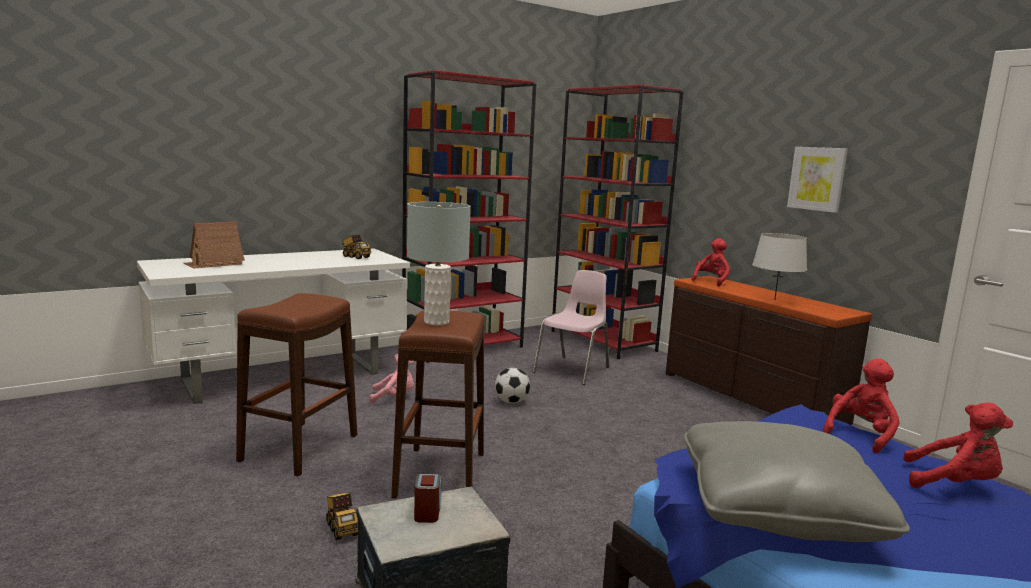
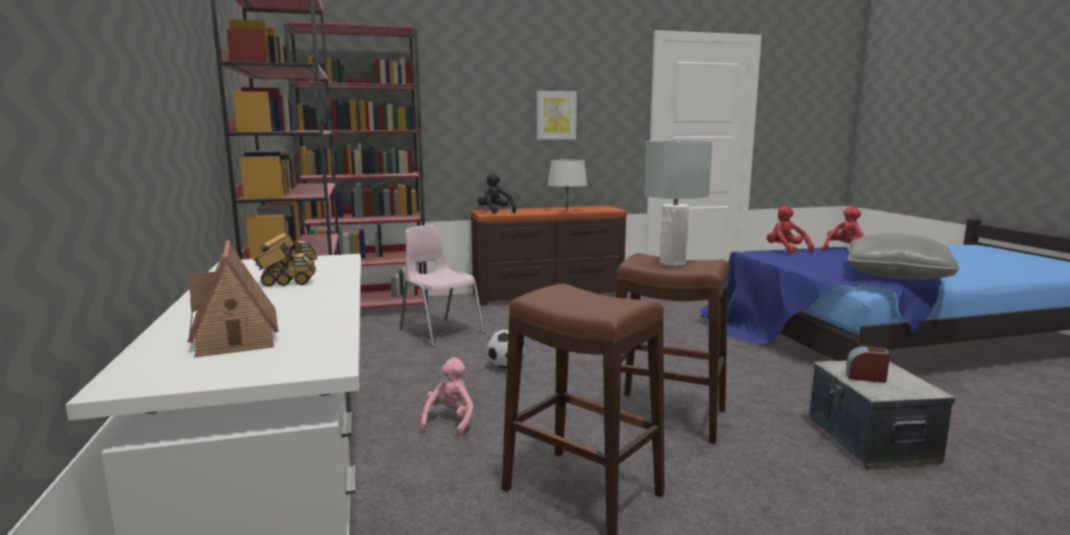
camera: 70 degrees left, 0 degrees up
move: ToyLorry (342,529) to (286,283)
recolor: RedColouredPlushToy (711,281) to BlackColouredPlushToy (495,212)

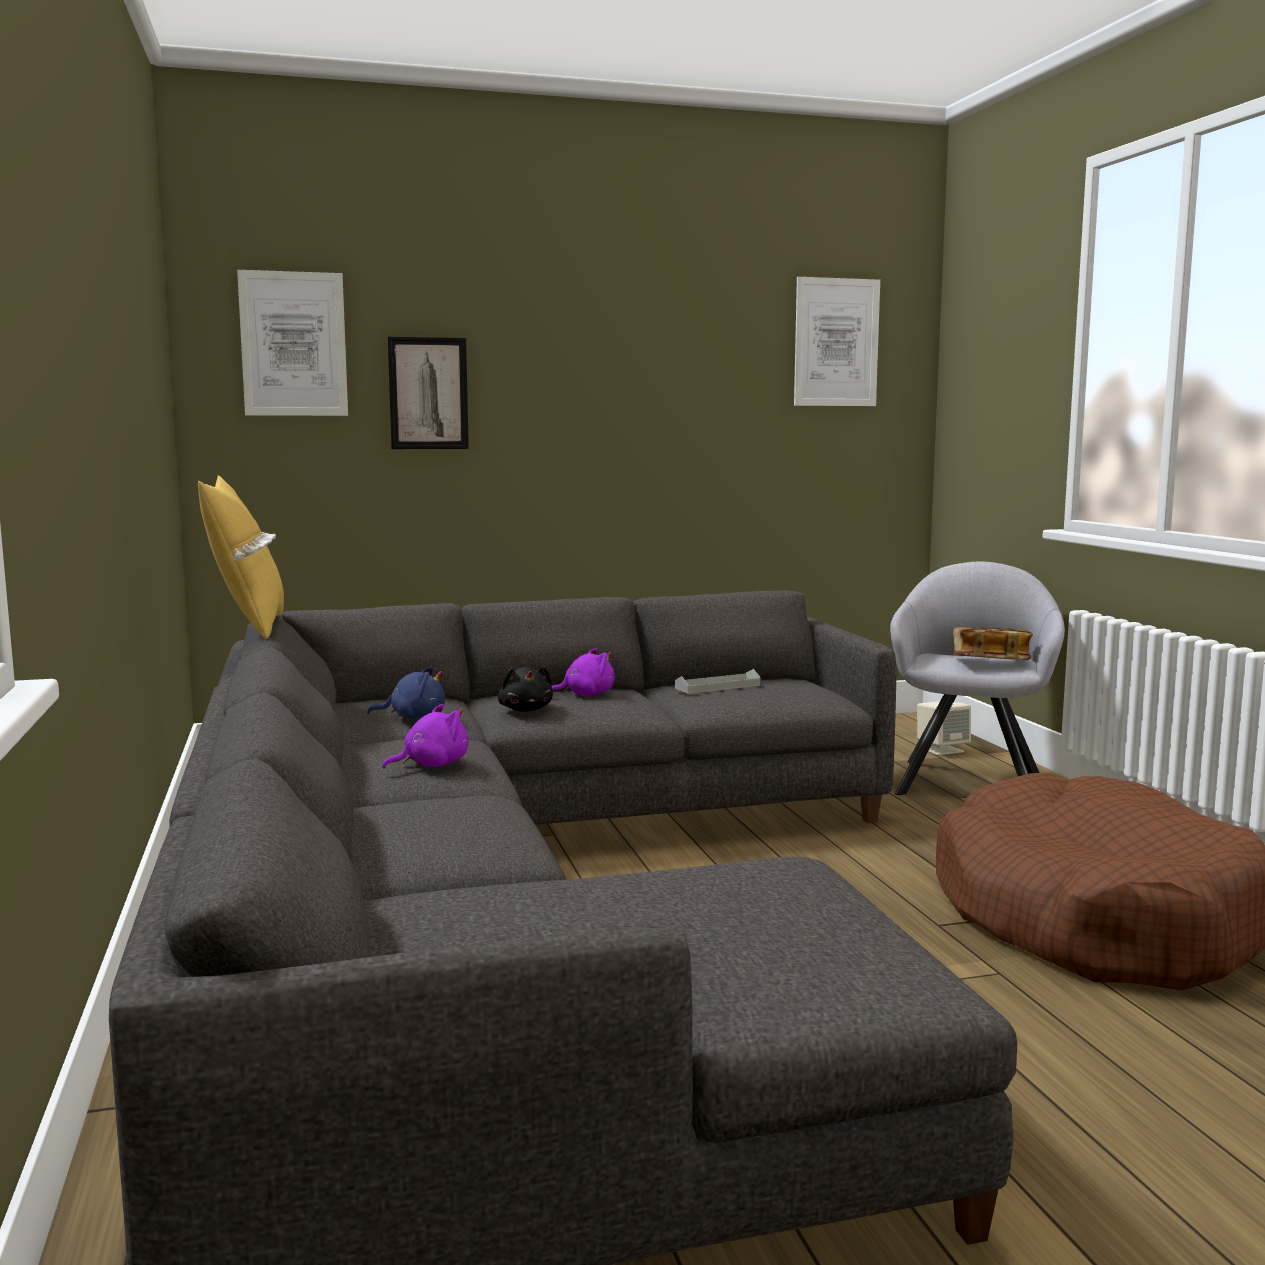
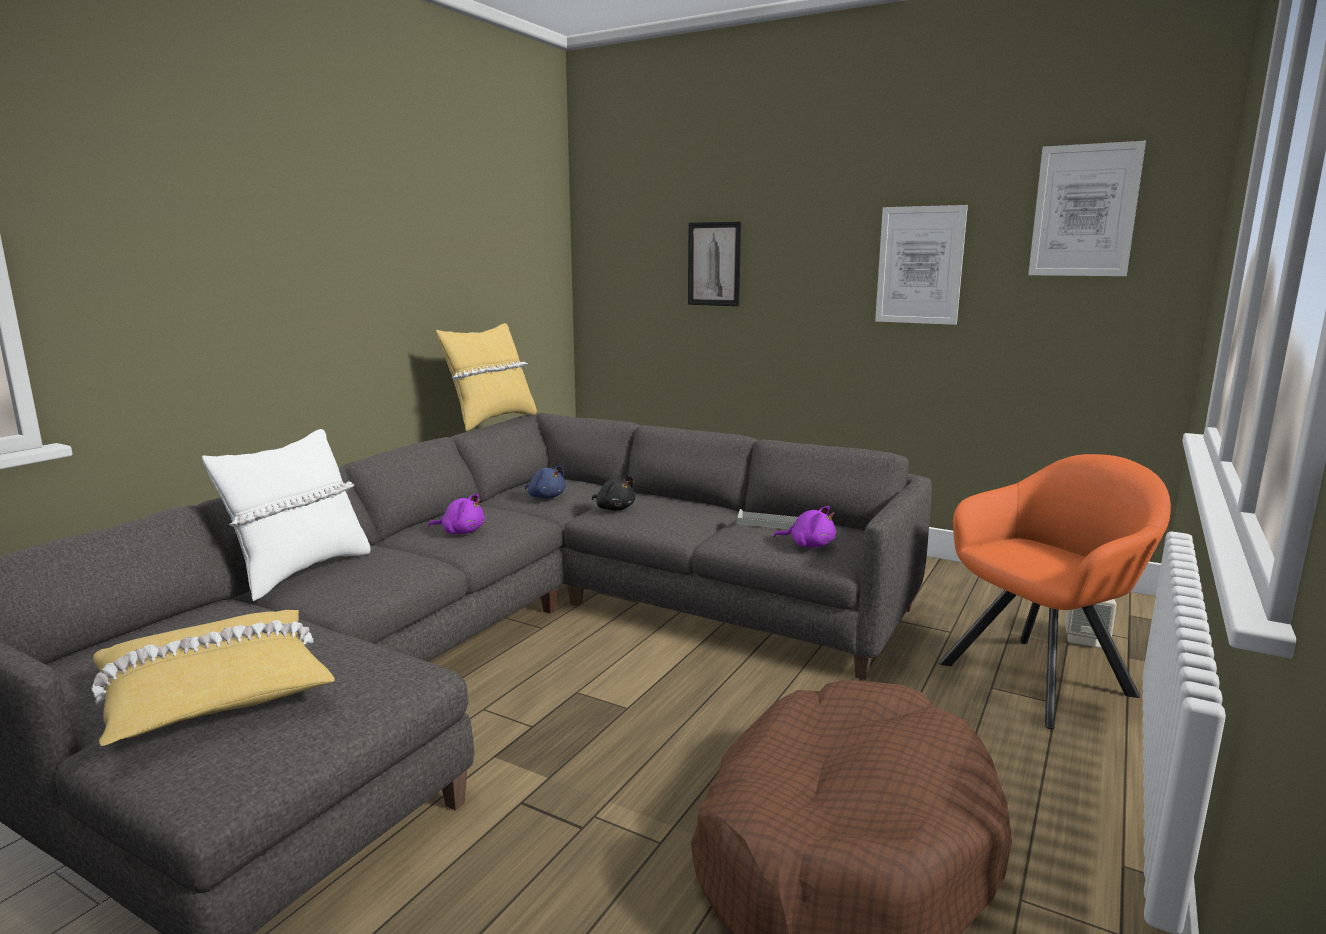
camera: 45 degrees right, 5 degrees up
delete: Volume (990,662)
insert: YellowColouredCushion (215,691); WhiteCushion (300,571)
move: PurplishPlushToy (585,695) to (809,545); WallPicture (293,344) to (919,265)
recolor: GreyishArmchair (970,780) to OrangeColouredArmchair (1043,677)
rotate: BlackColouredPlushToy (526,710) = (614,508) 75 degrees counterclockwise

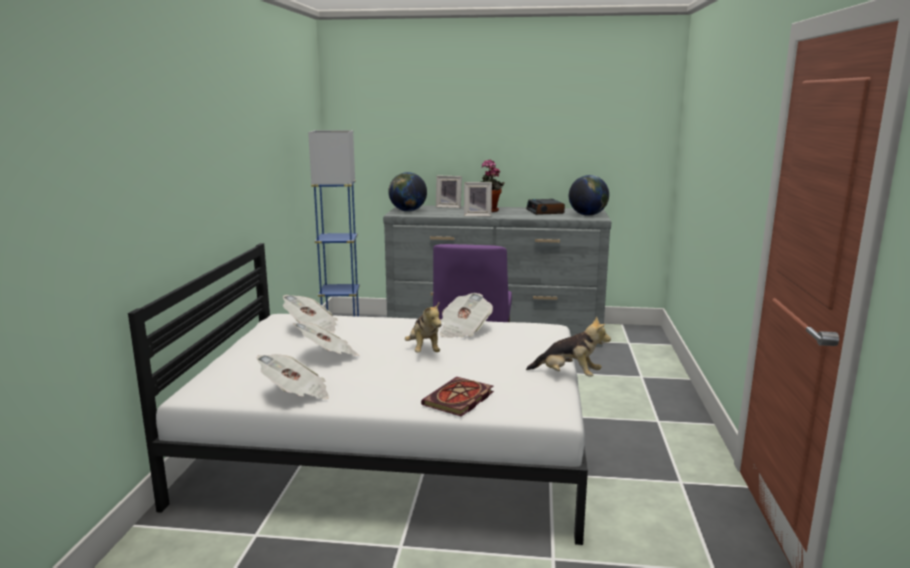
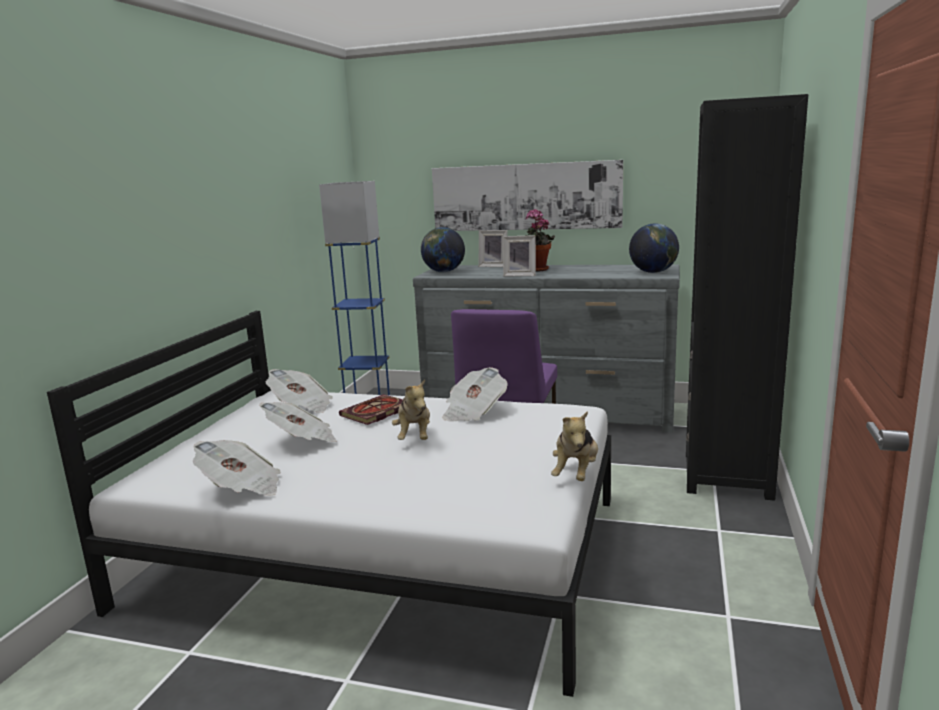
camera: 10 degrees right, 0 degrees up
delete: AlarmClock (545,211)
insert: WallPicture (525,197); BlackColouredShelvingUnit (727,475)
move: Volume (458,400) to (375,413)
rotate: PlushToy (568,375) = (576,474) 75 degrees clockwise

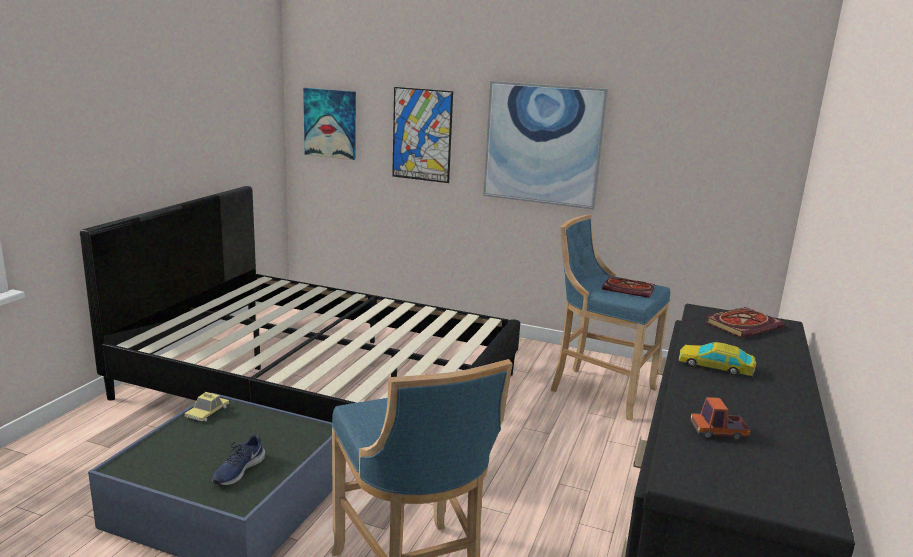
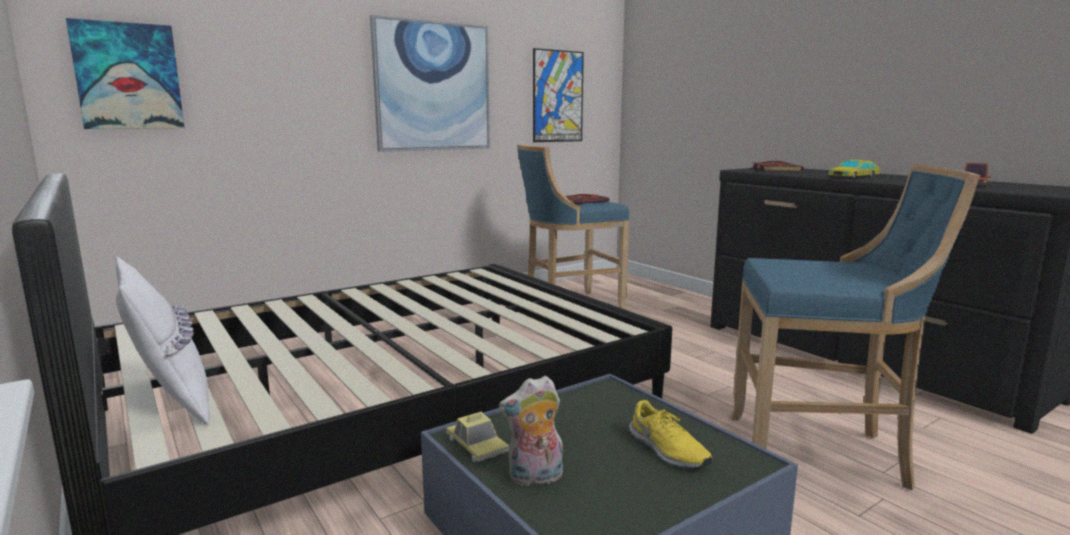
camera: 55 degrees left, 5 degrees down
insert: WhiteCushion (171,402); PlushToy (535,478)
move: WallPicture (422,135) to (558,96)
recolor: BluishLowShoe (238,470) to YellowColouredLowShoe (667,451)

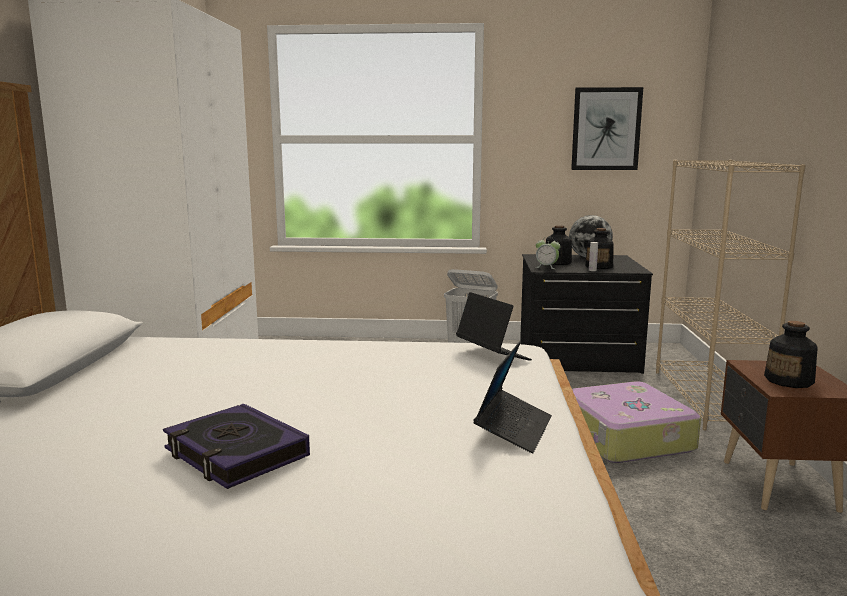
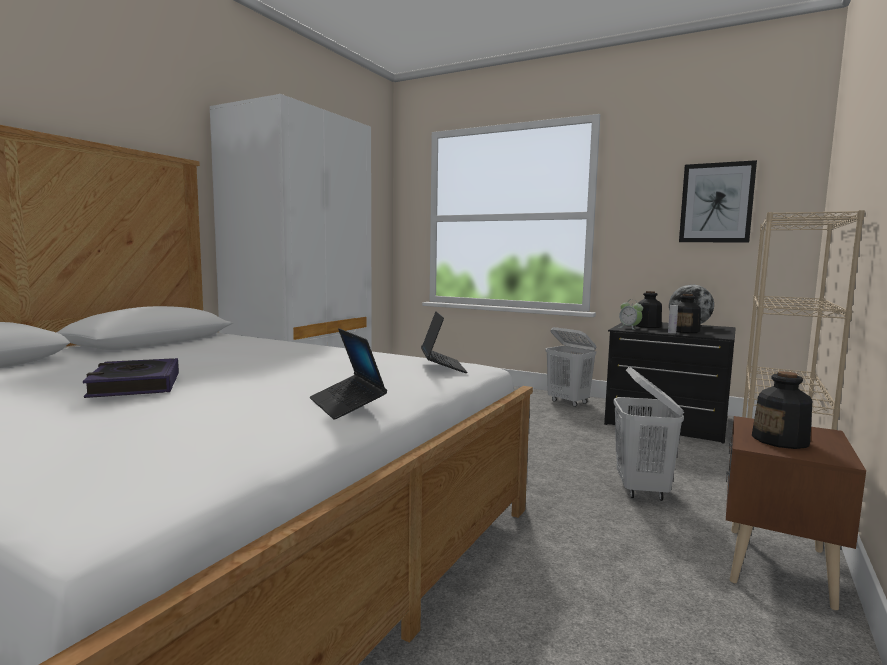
camera: 25 degrees right, 5 degrees down
replace: Suitcase (625,438) to WhiteHamper (641,489)
rotate: NotebookComputer (513,429) = (347,405) 105 degrees clockwise

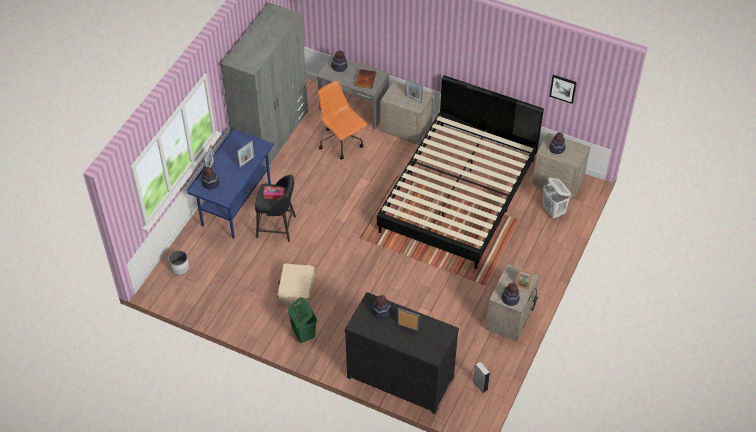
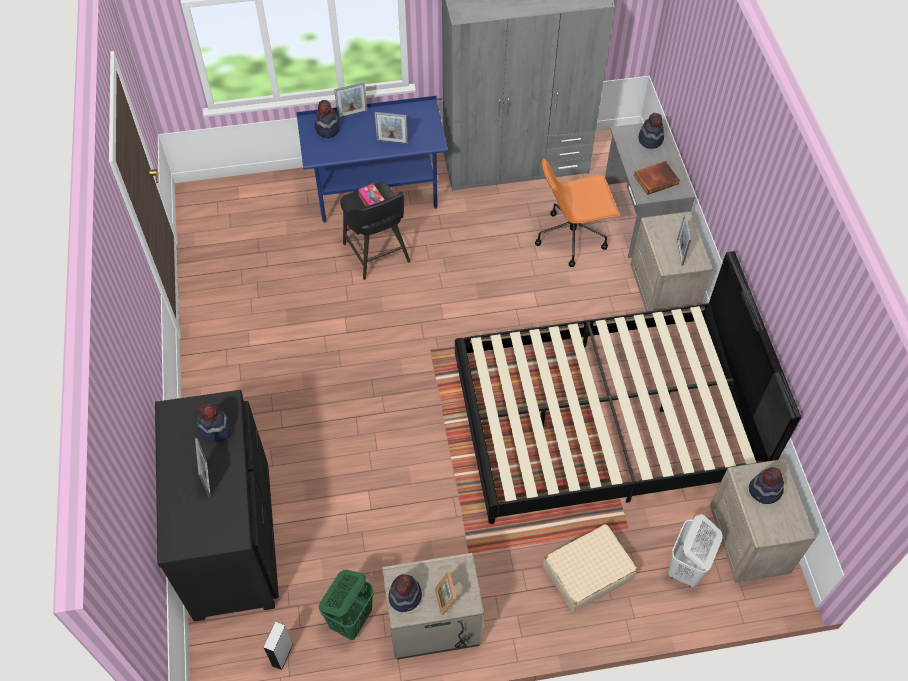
camera: 55 degrees right, 5 degrees up
delete: WhitePlanter (180,268); WallPicture (563,88)
move: GreenColouredHamper (303,334) to (351,619); SandColouredSuitcase (296,289) to (587,572)
rotate: OrangeColouredDeskChair (341,143) = (572,237) 120 degrees counterclockwise

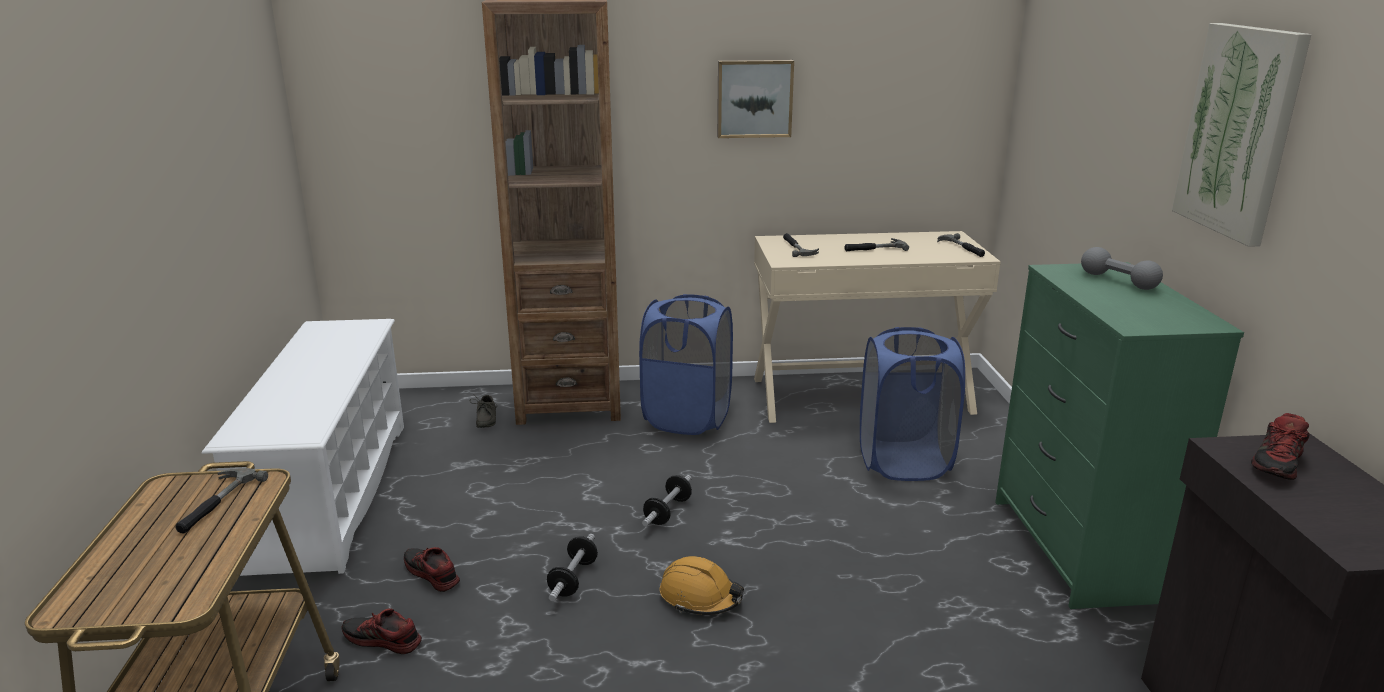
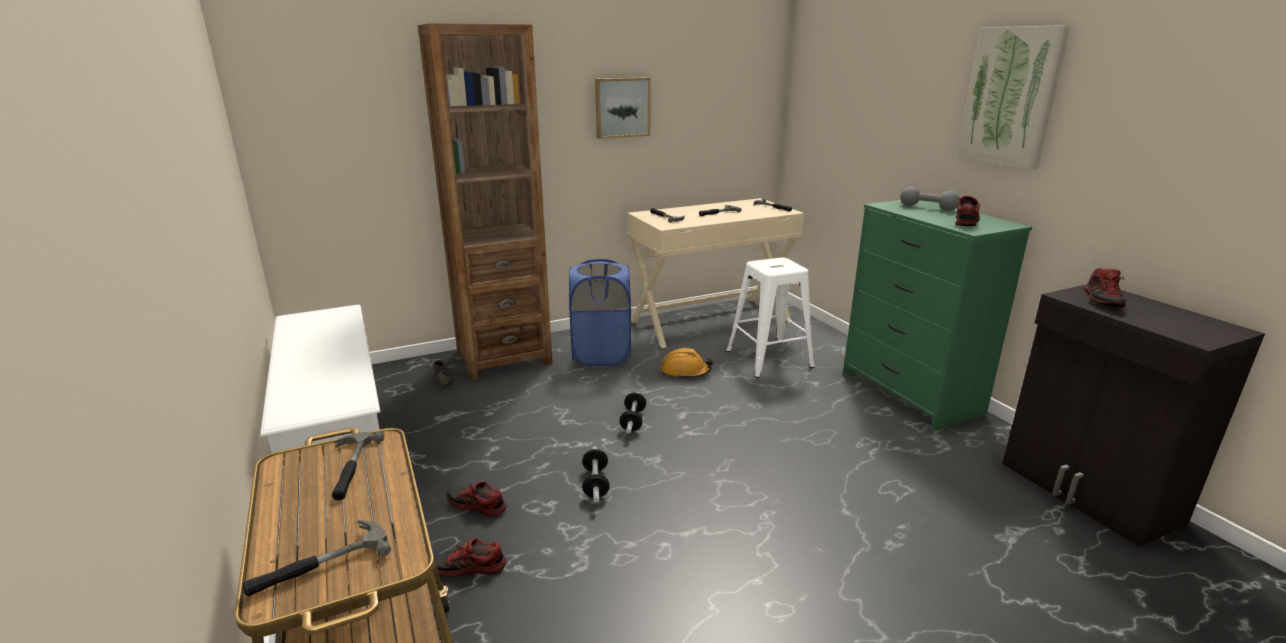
camera: 20 degrees left, 0 degrees up
insert: ToolHammer (319,564); LowShoe (965,221)
move: OrangeColouredWorkHelmet (700,597) to (685,372)
replace: BluishHamper (903,462) to WhiteSittingStool (768,359)

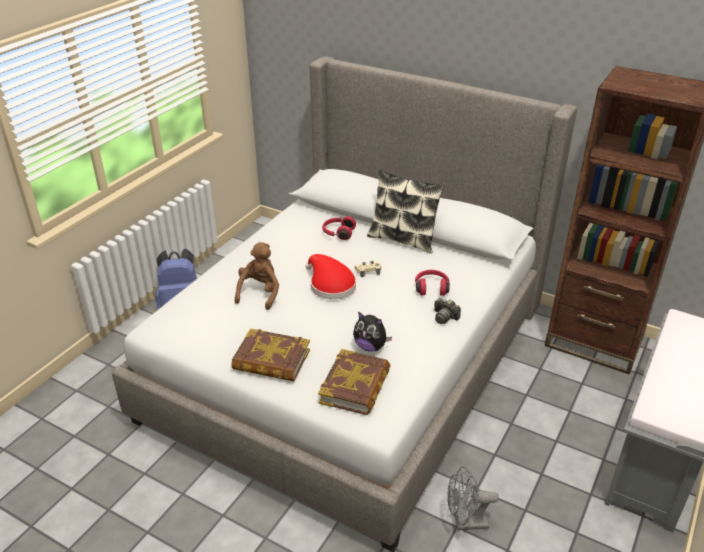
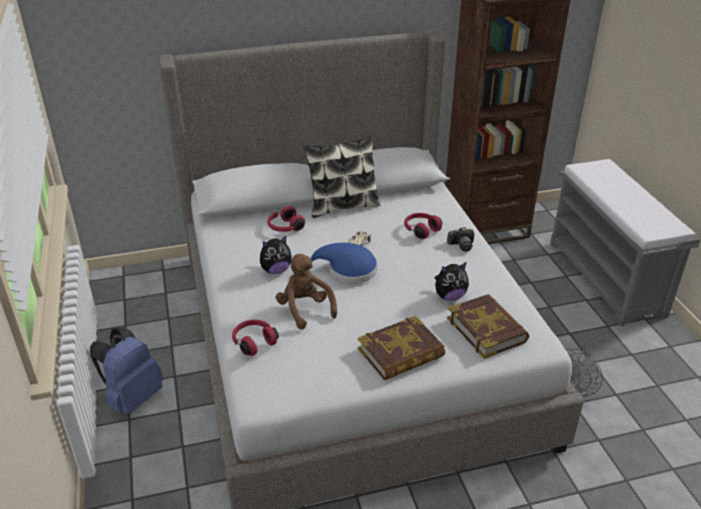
camera: 45 degrees left, 0 degrees up
insert: RedColouredHeadphones (253,342); PlushToy (276,270)
recolor: RedColouredHat (330,285) to BluishHat (348,270)

